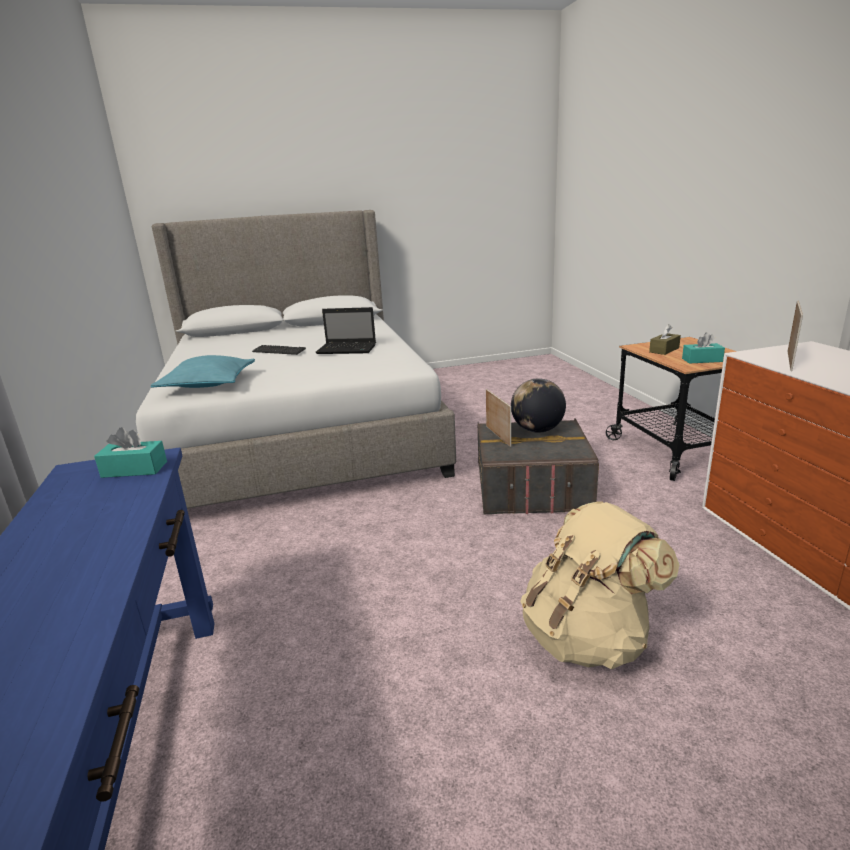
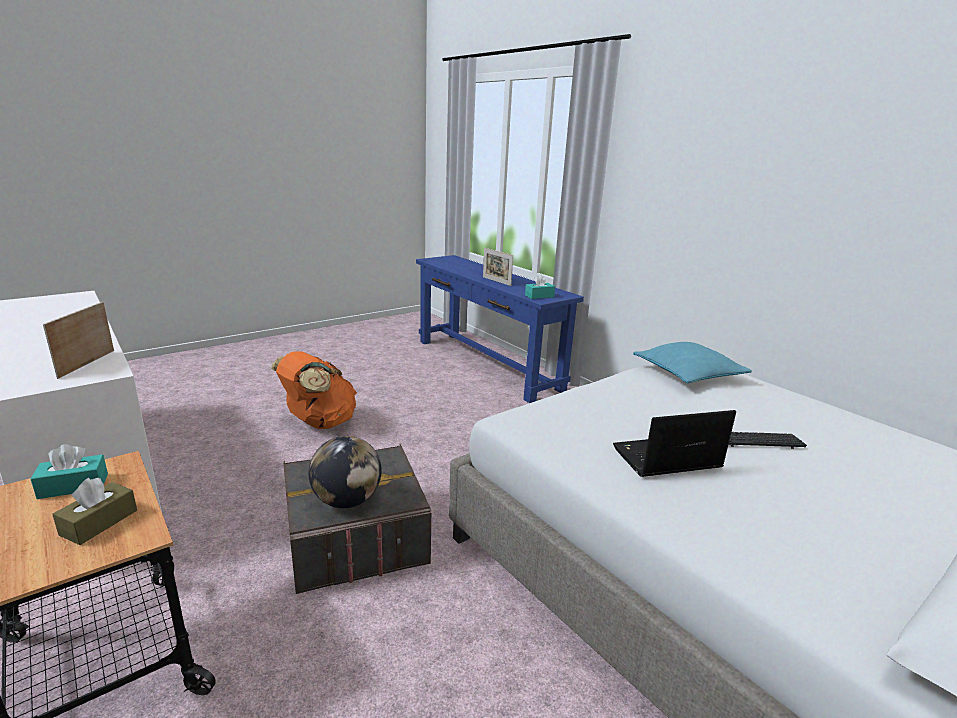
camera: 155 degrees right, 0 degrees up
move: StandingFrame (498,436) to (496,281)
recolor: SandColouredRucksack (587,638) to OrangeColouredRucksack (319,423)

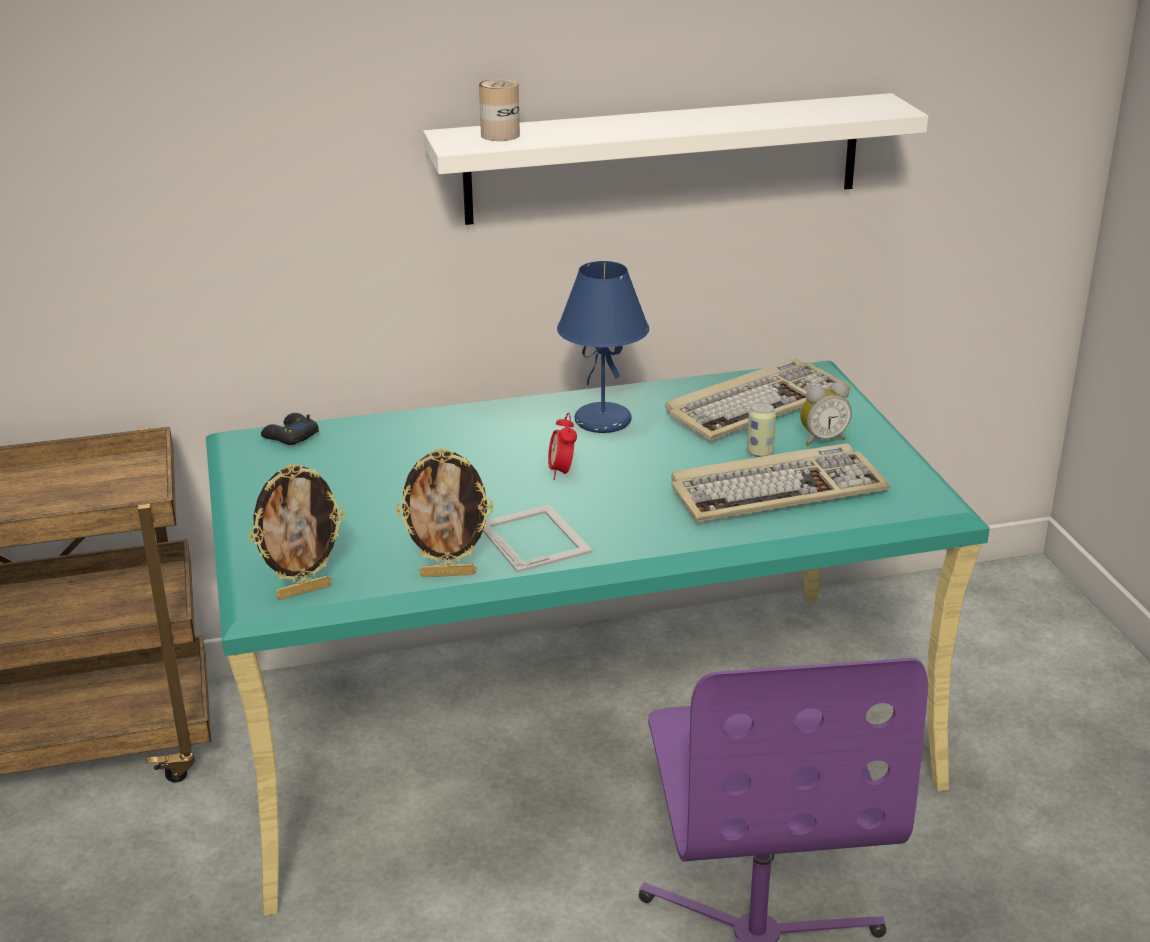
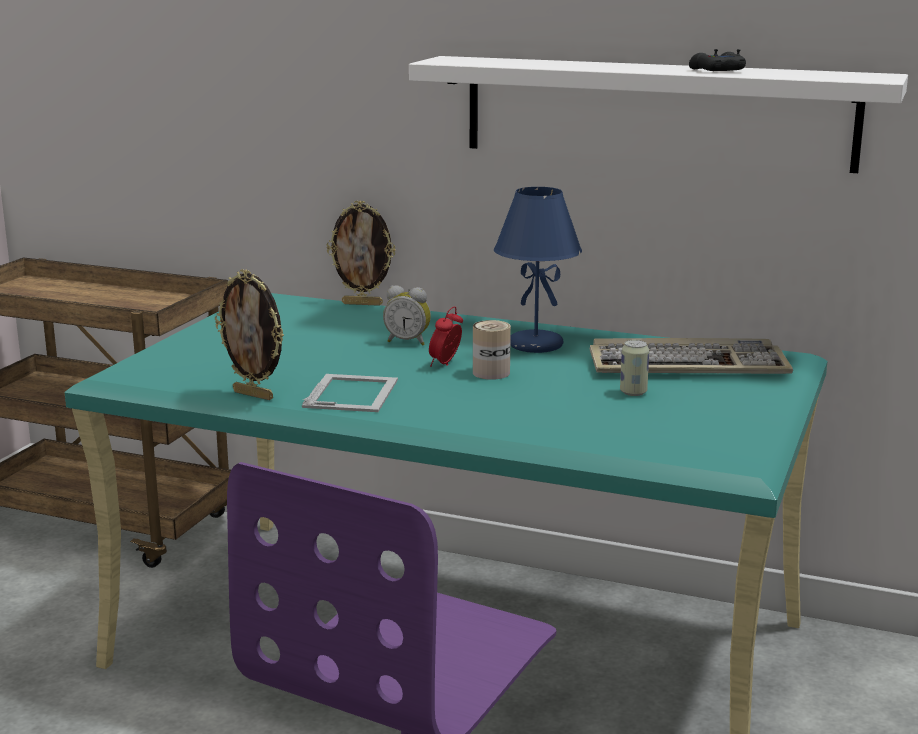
camera: 35 degrees right, 10 degrees down
delete: Keyboard (777,490)
move: StandingFrame (304,591) to (362,304); AlarmClock (822,439) to (408,342); SealedCan (500,135) to (491,373); BlackColouredJoypad (290,436) to (716,70)

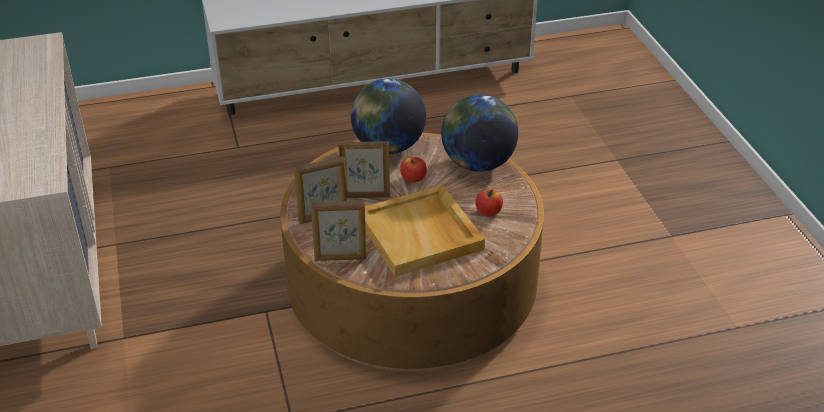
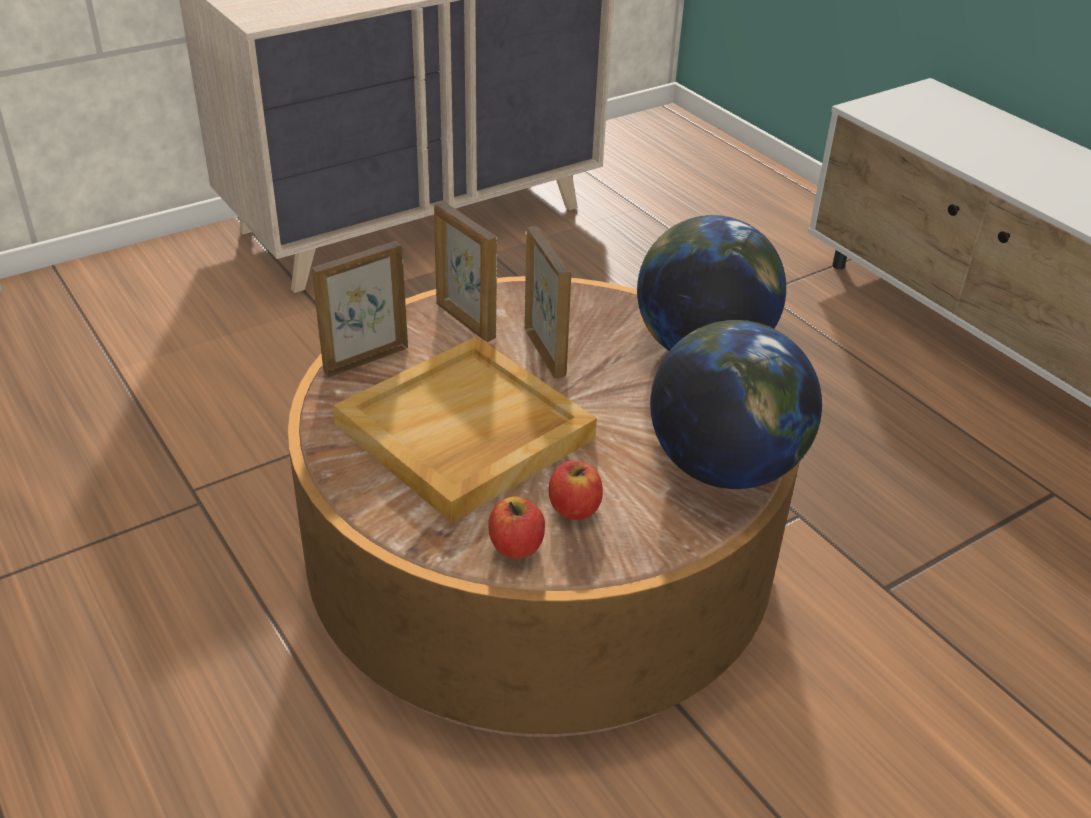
camera: 70 degrees right, 0 degrees up
move: WholeApple (413,178) to (516,546)
rotate: StandingFrame (340,258) = (365,359) 75 degrees clockwise

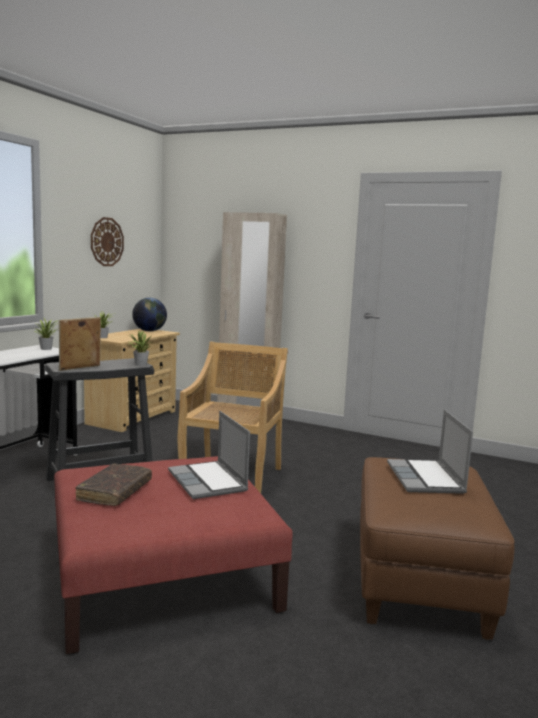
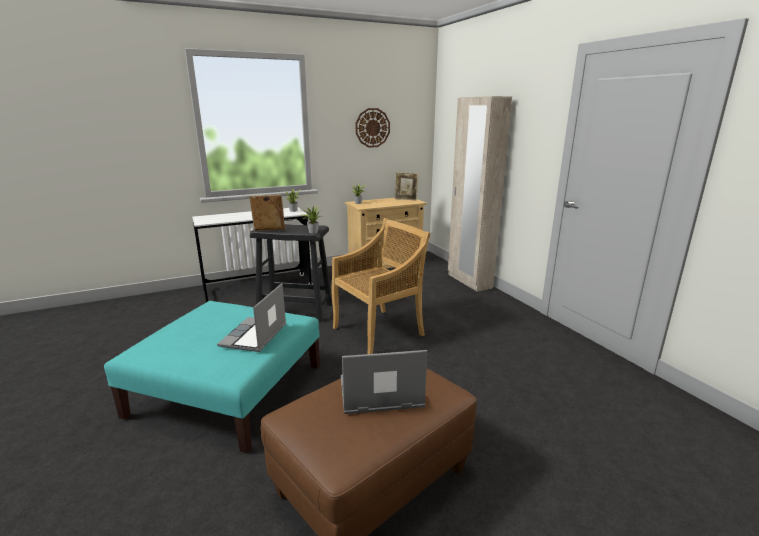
camera: 40 degrees right, 10 degrees up
delete: BrownColouredVolume (115,492)
replace: WorldGlobe (149,331) to StandingFrame (406,199)
recolor: RedColouredFootrest (160,574) to TurquoiseFootrest (228,389)
rotate: NotebookComputer (426,479) = (379,394) 45 degrees clockwise

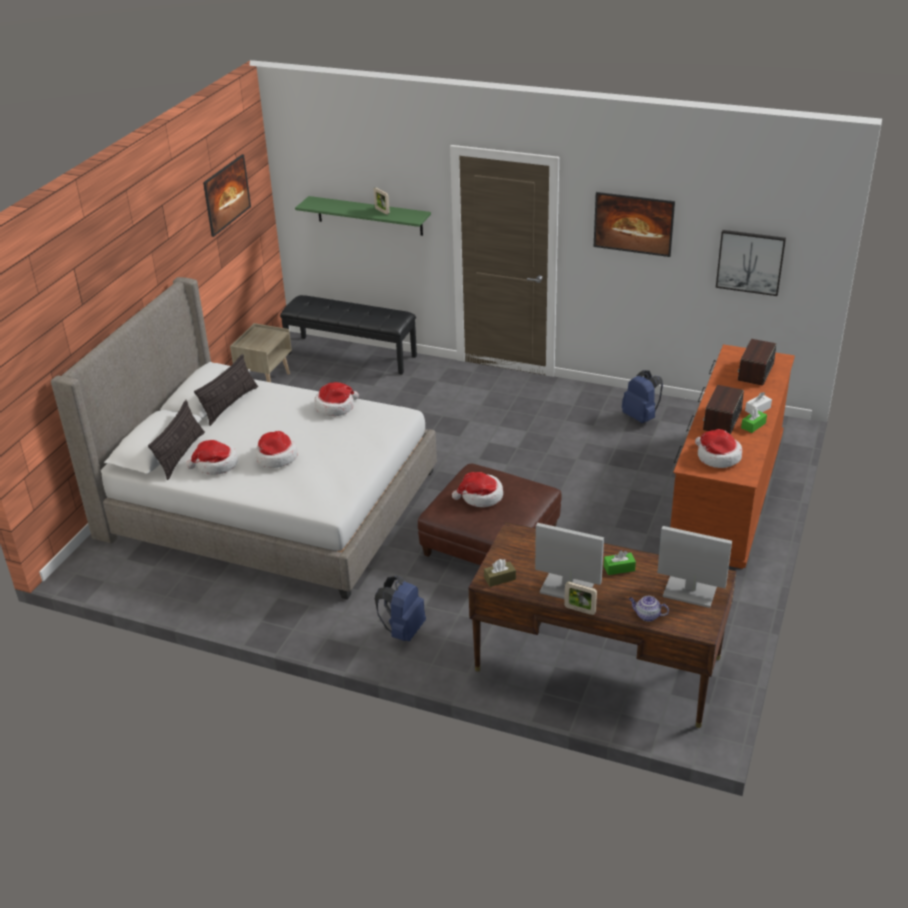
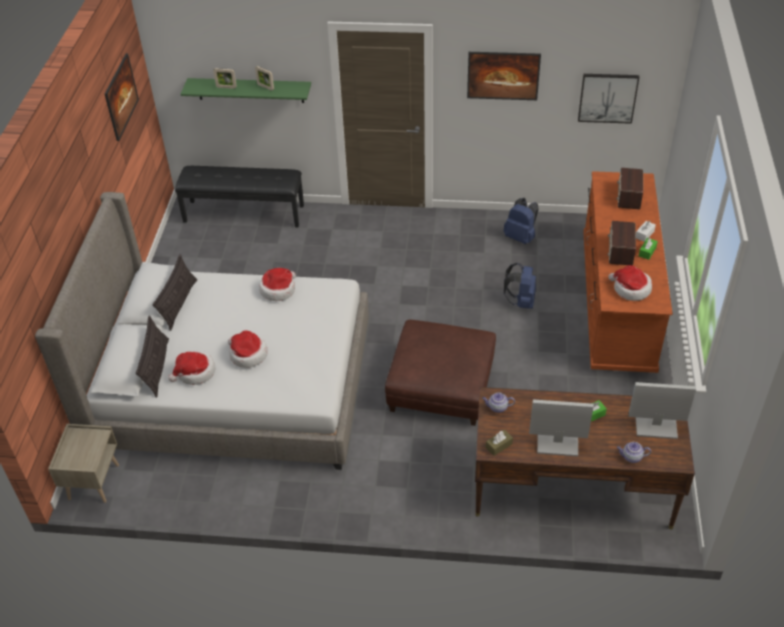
camera: 15 degrees left, 10 degrees up
delete: Hat (480,497)
insert: PotForTea (497,407)
move: SandColouredNightTable (265,380) to (93,481); StandingFrame (580,610) to (226,87); BluishRucksack (403,630) to (521,301)

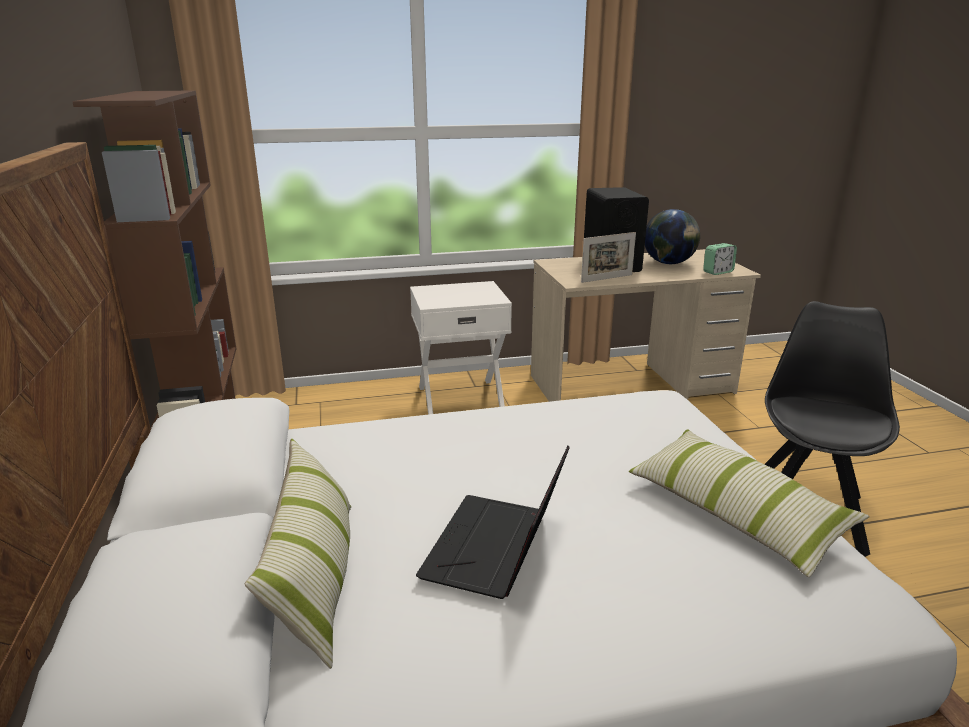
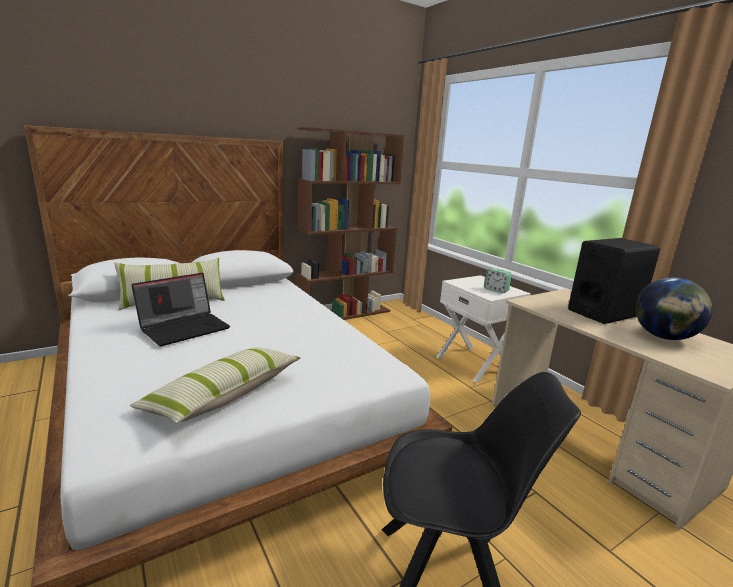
camera: 70 degrees right, 5 degrees down
delete: StandingFrame (607,278)
move: AlarmClock (718,272) to (496,290)
rotate: NotebookComputer (496,550) = (185,327) 135 degrees clockwise

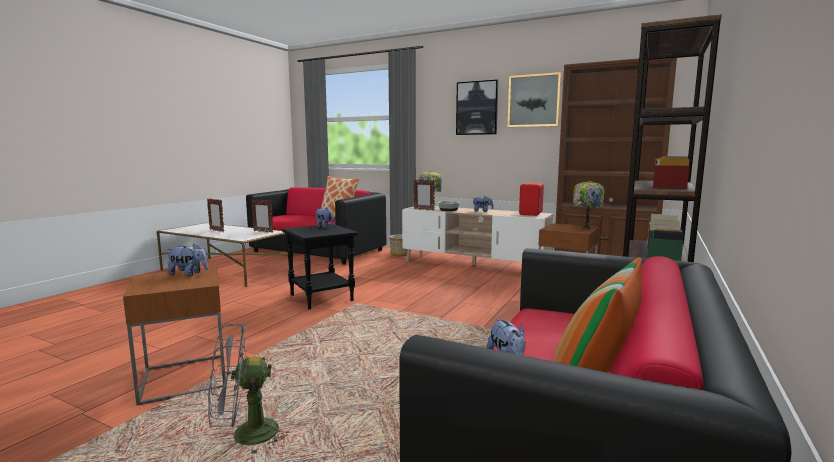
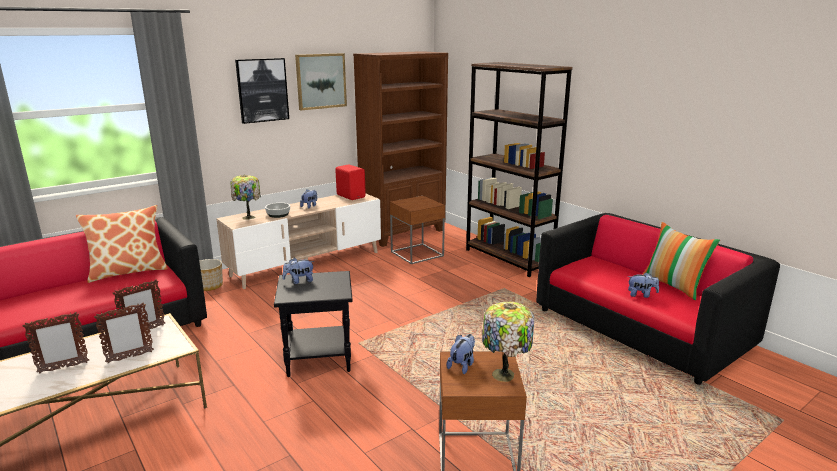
camera: 65 degrees left, 10 degrees up
delete: GreyishFan (245,436)
move: StandingFrame (423,209) to (129,357); TabletopLamp (585,227) to (504,376)

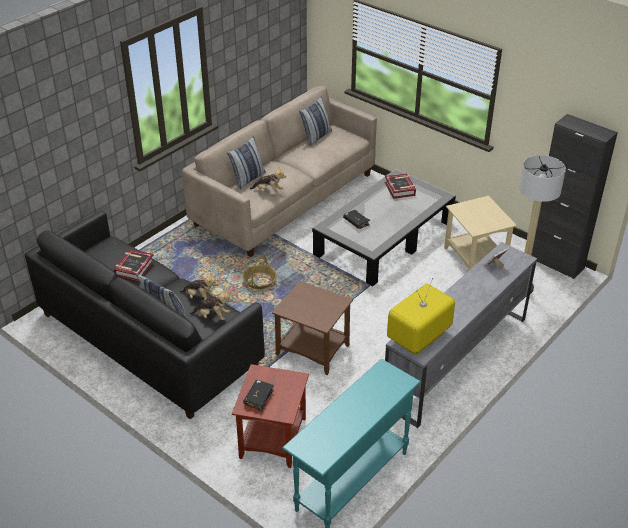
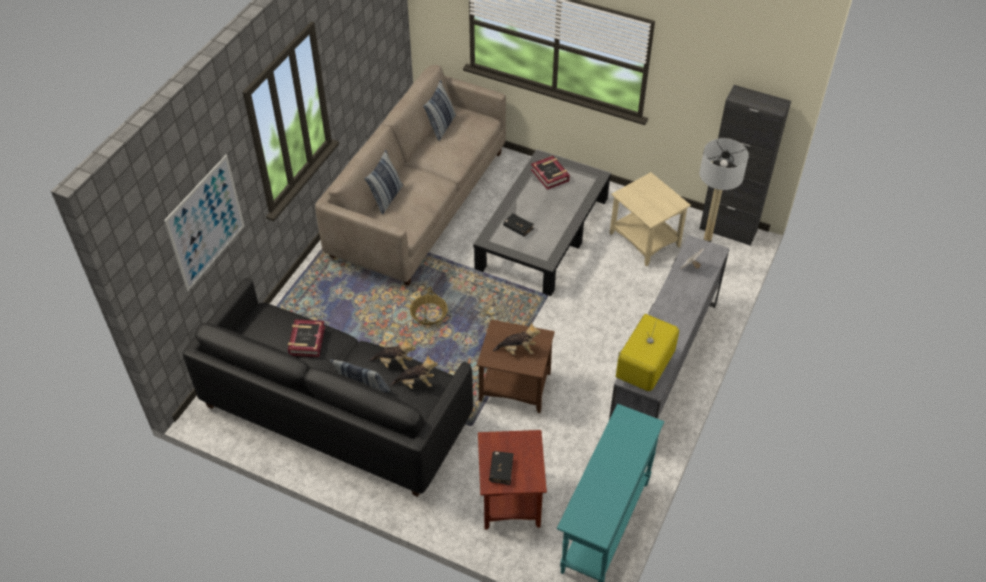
camera: 15 degrees left, 10 degrees up
insert: WallPicture (206,223)
move: PlushToy (268,191) to (517,350)

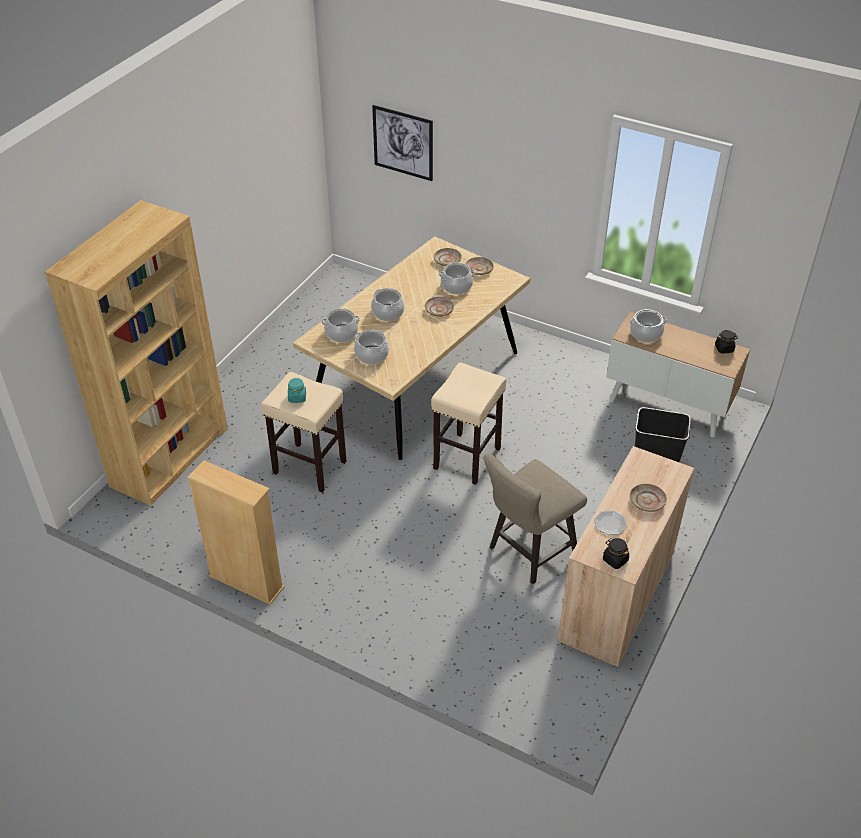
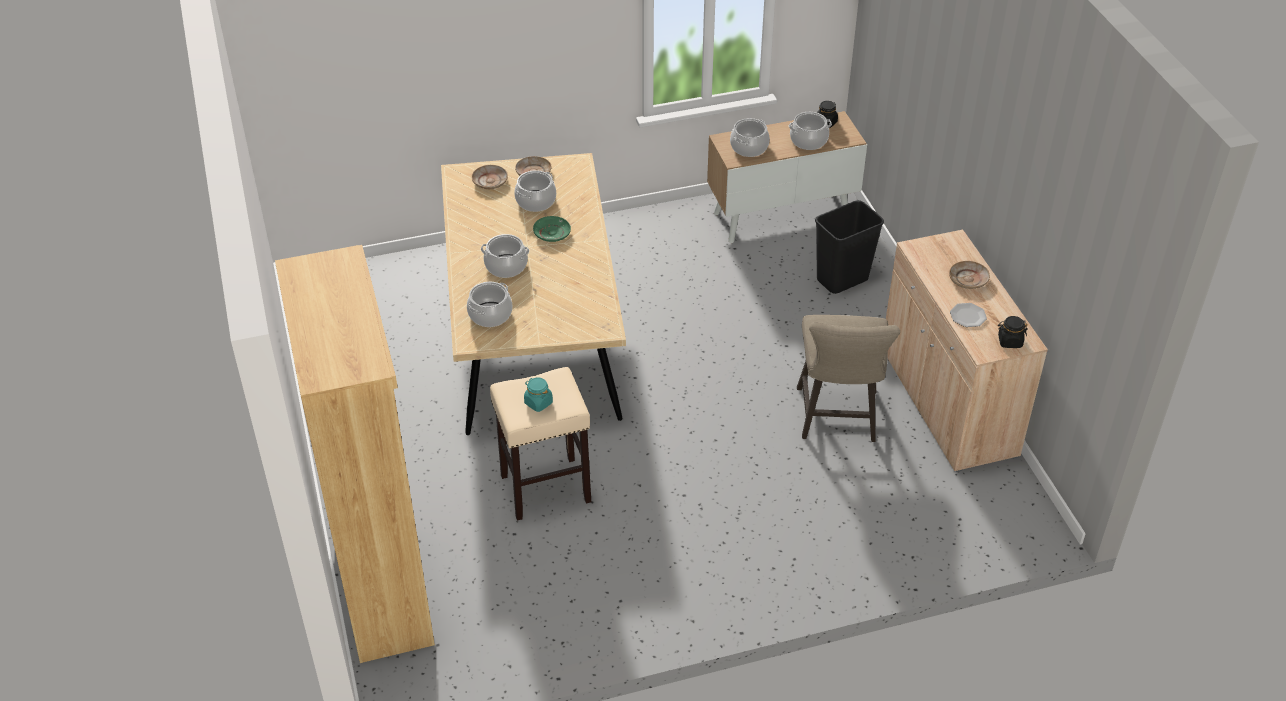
camera: 45 degrees left, 0 degrees up
delete: SandColouredShelvingUnit (246,582); WallPicture (403,143); SandColouredSittingStool (467,459)
move: CookingPot (372,355) to (808,140)
recolor: SandColouredPlate (439,310) to GreenColouredPlate (552,233)

